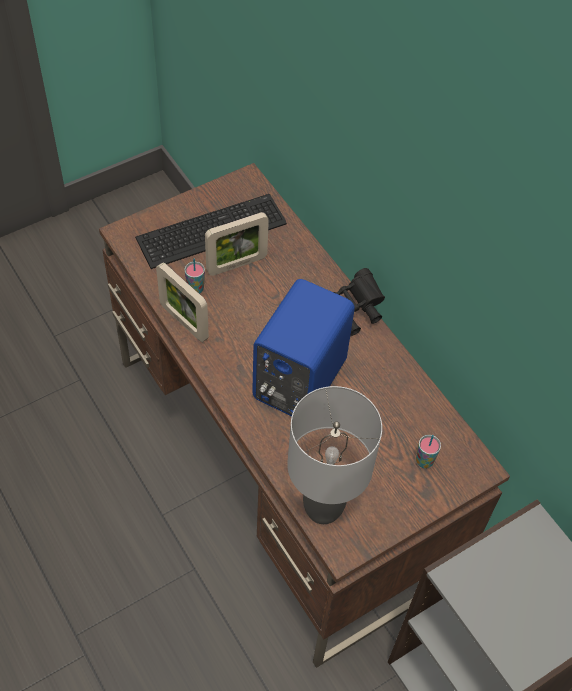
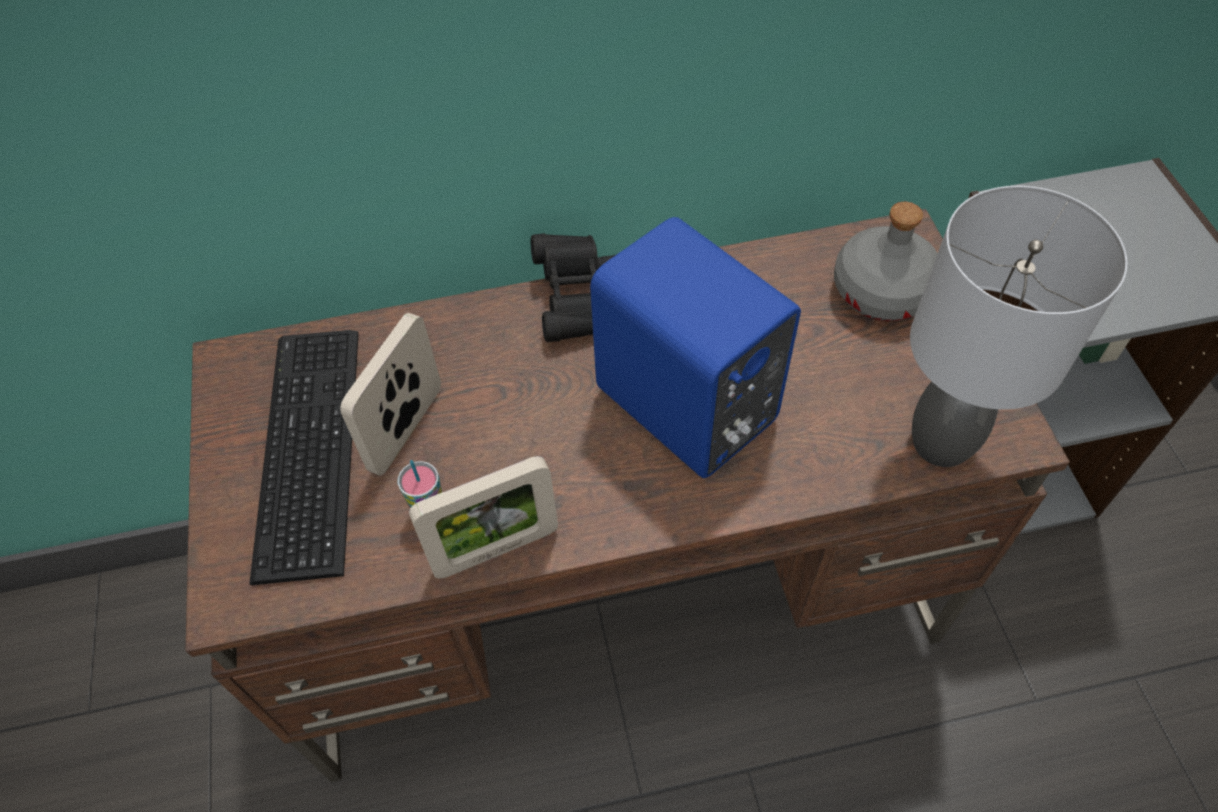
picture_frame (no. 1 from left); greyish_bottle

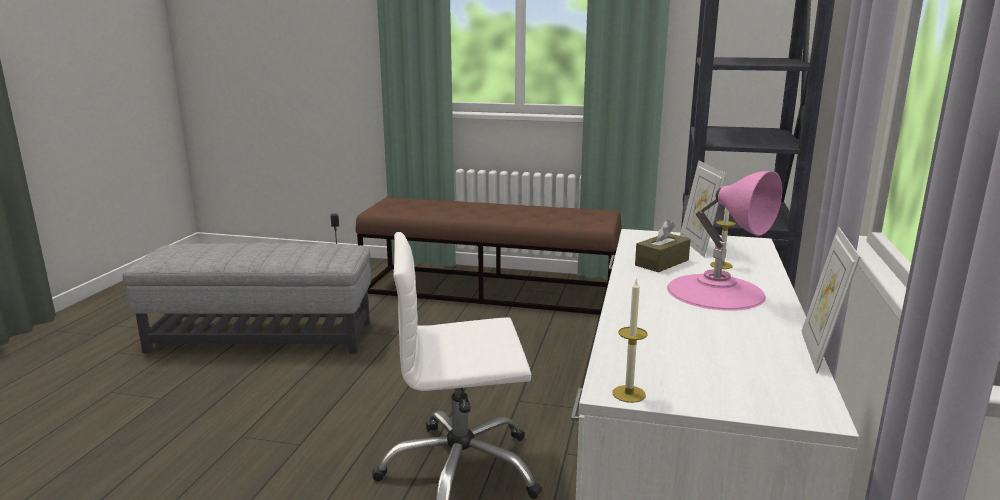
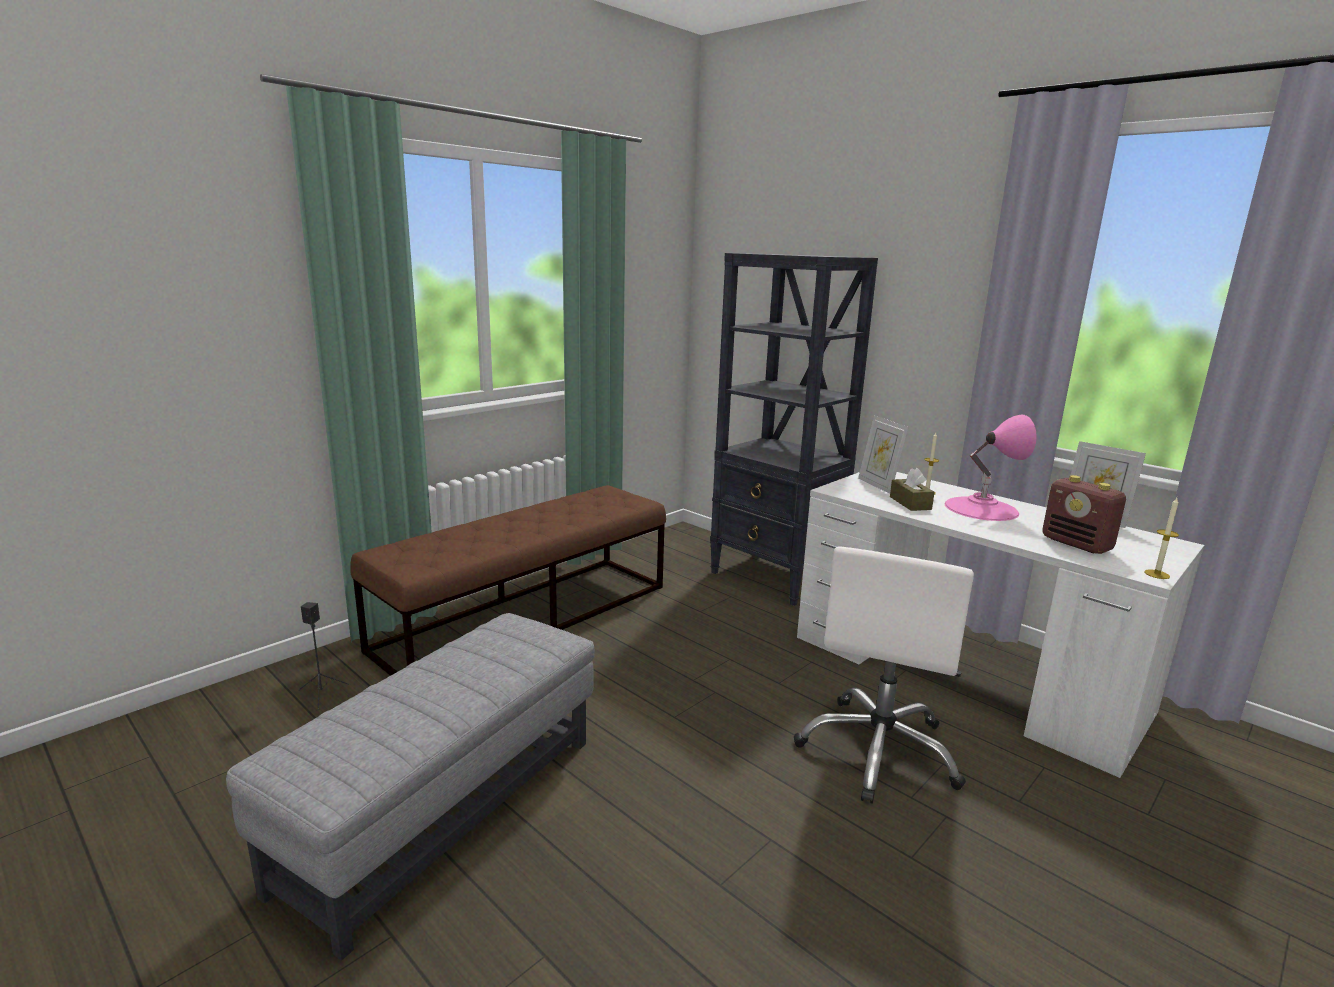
picture_frame (no. 1 from left); radio_set

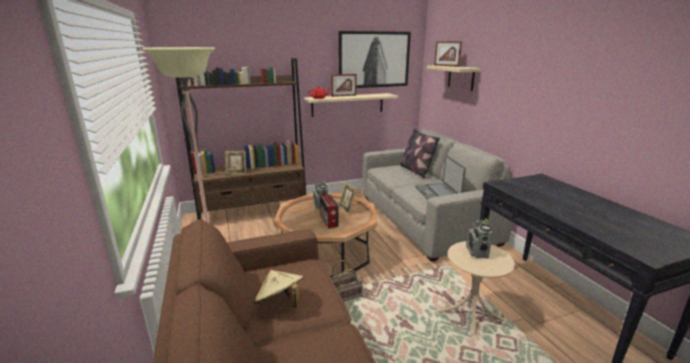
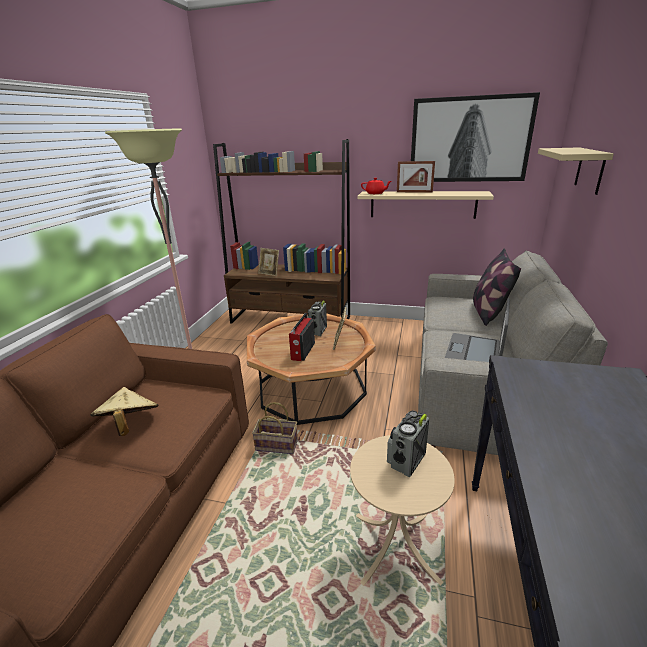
picture_frame (no. 4 from left in the first image)

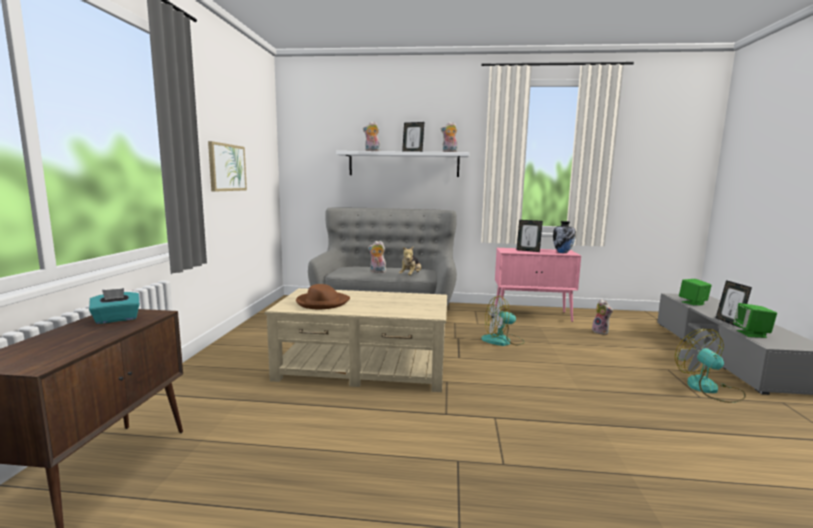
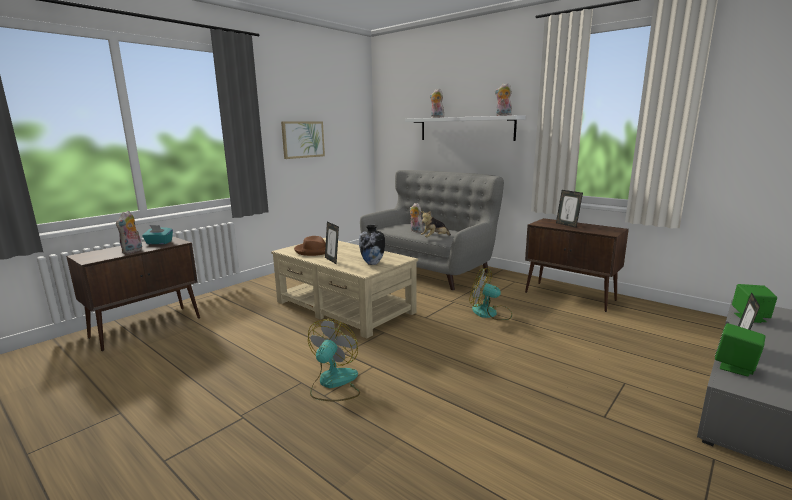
plush_toy (no. 1 from left); cooling_fan (no. 1 from left); picture_frame (no. 1 from left); decorative_vase; brown-coloured_cabinet (no. 2 from left)

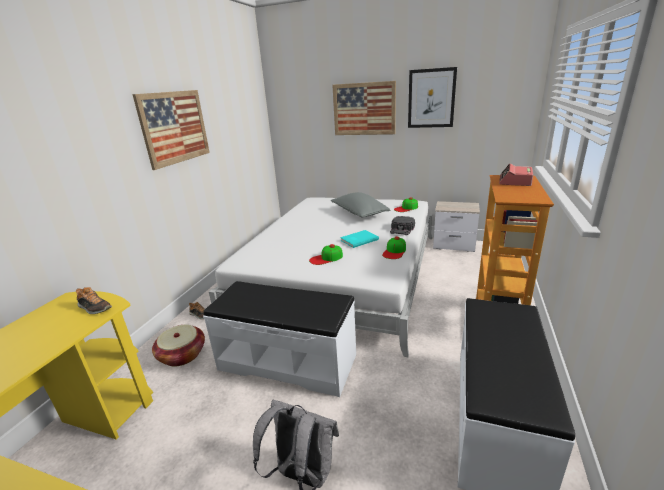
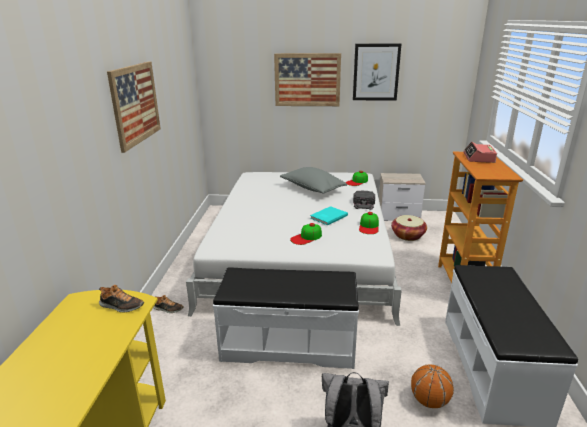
storage_basket; ball_for_basketball

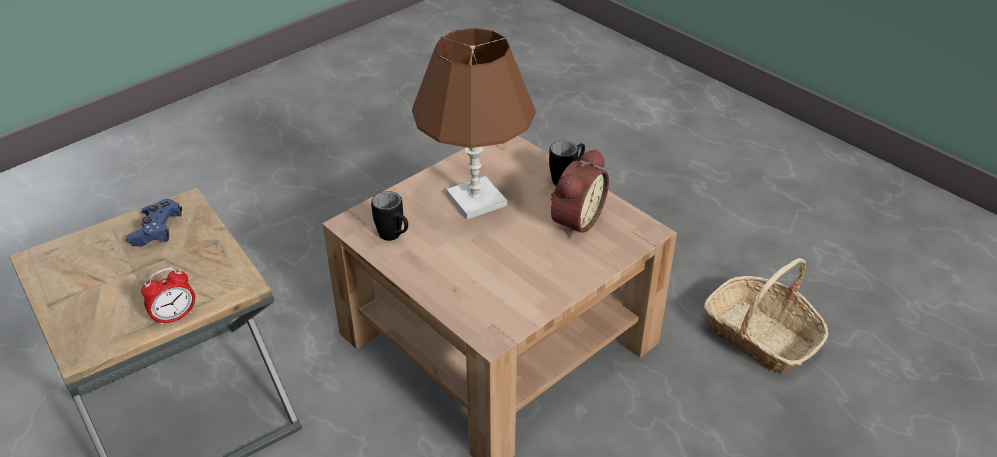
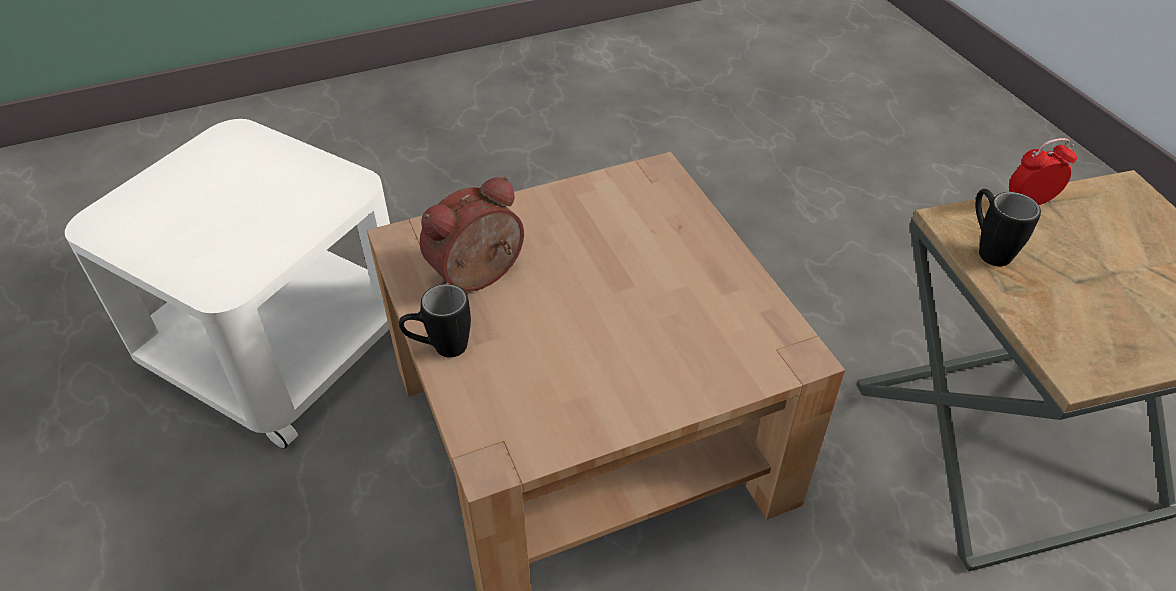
white_end_table; blackish_tea_mug (no. 2 from left); blue-coloured_gamepad; brown-coloured_table_lamp

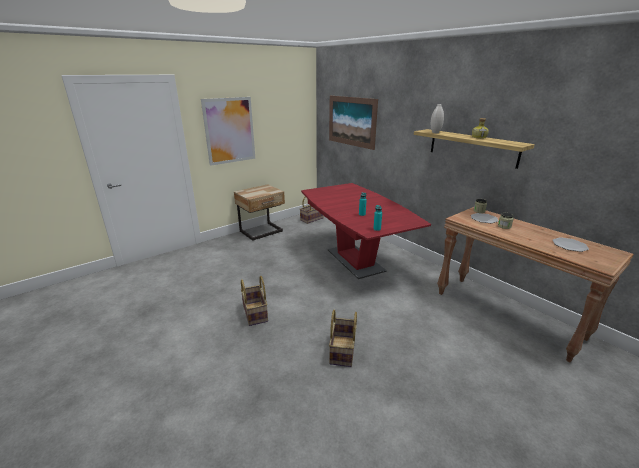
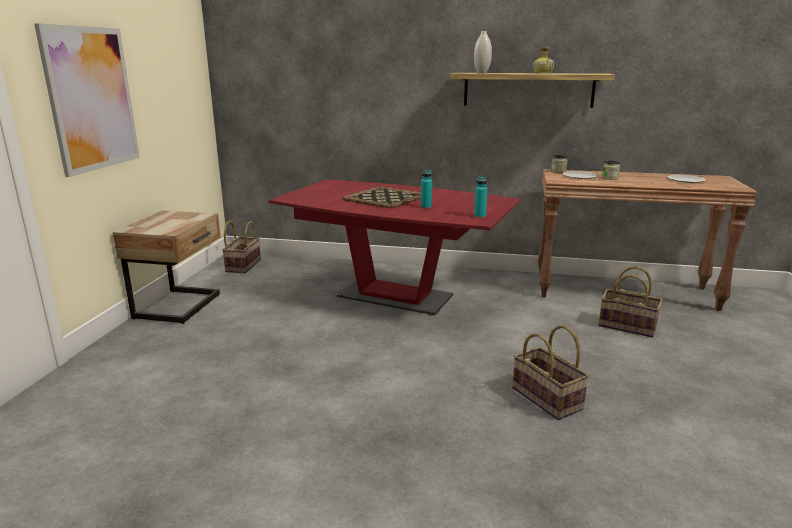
serving_tray; storage_basket (no. 3 from left); picture (no. 2 from left in the first image)

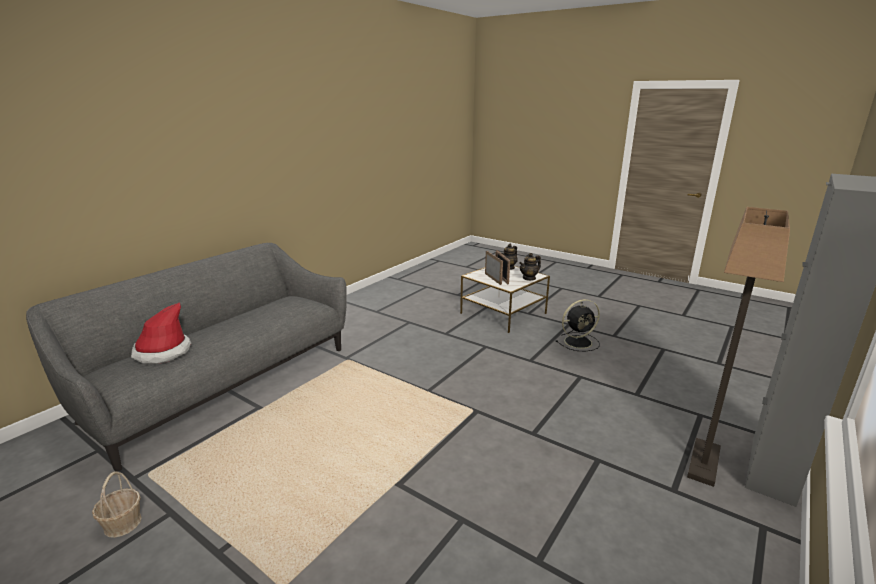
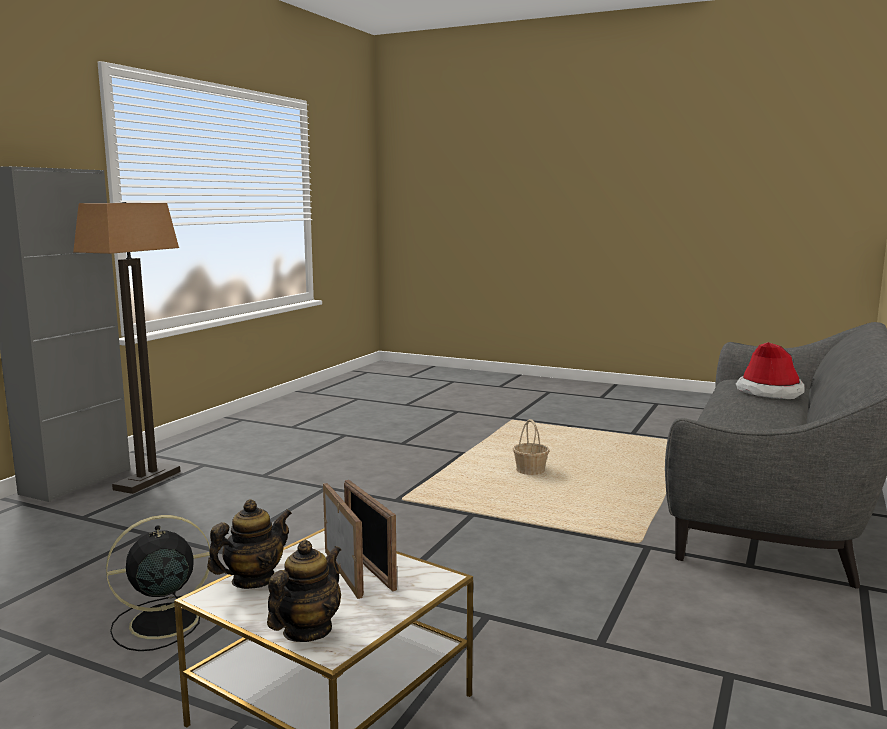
storage_basket

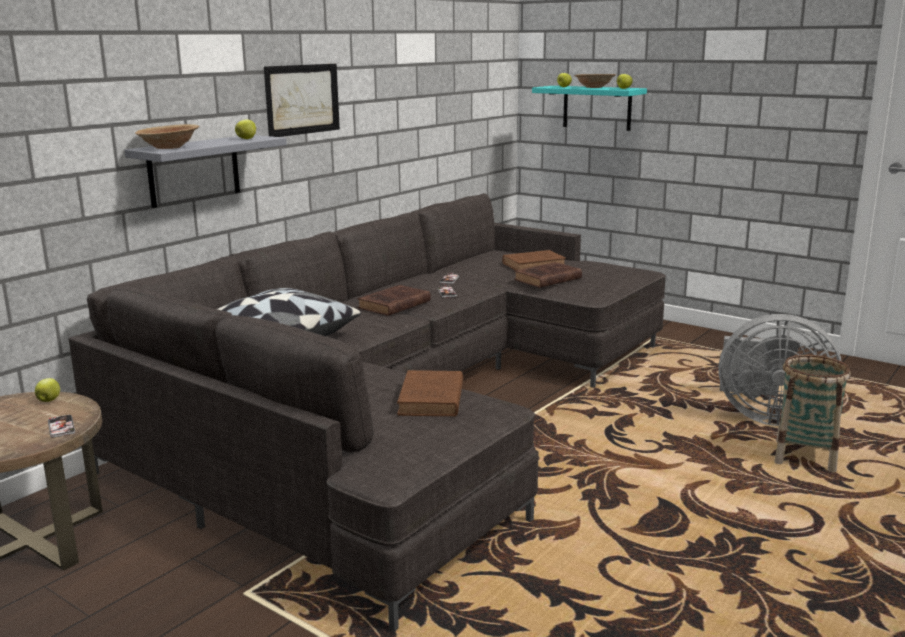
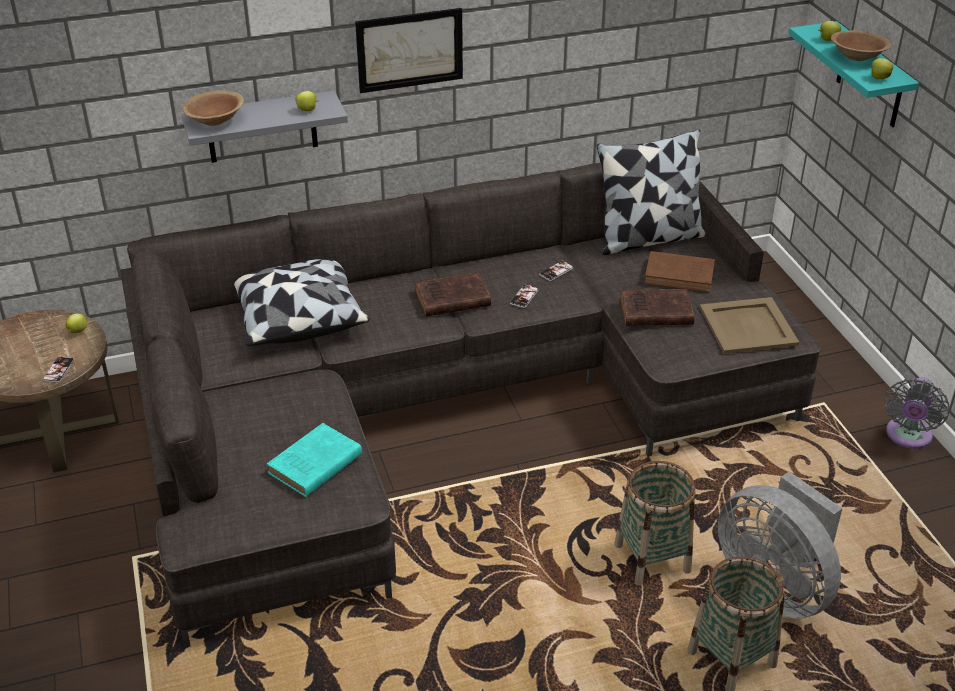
turquoise-coloured_bound_book; pillow (no. 2 from left); storage_basket (no. 1 from left); sand-coloured_serving_tray; greyish_cooling_fan (no. 2 from left)

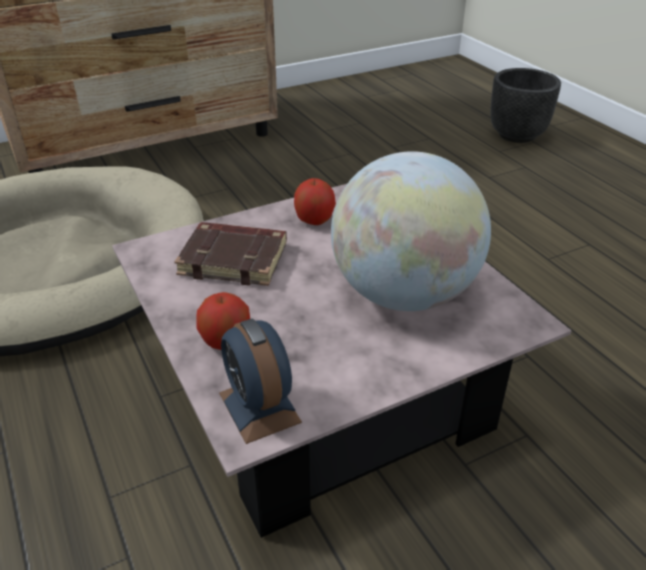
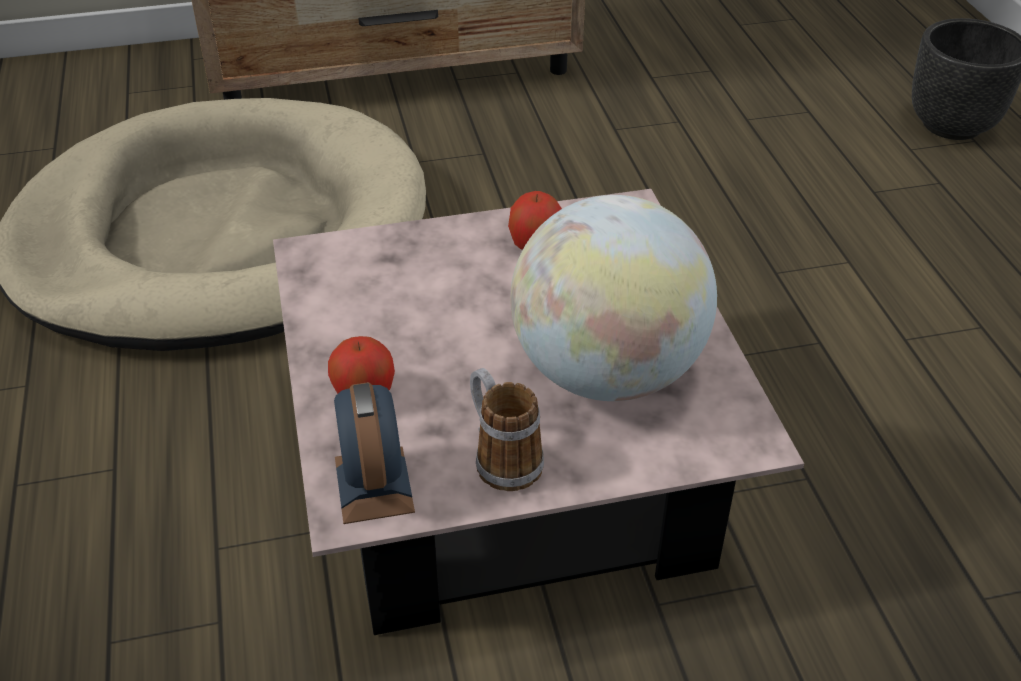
tea_mug; brown-coloured_bound_book

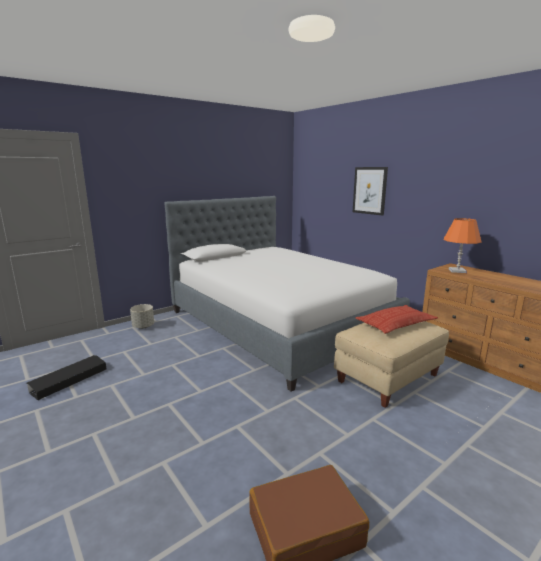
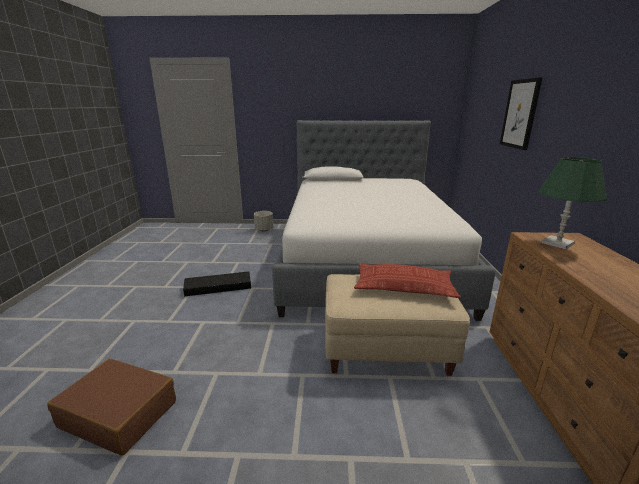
blackish_storage_box; green-coloured_table_lamp

